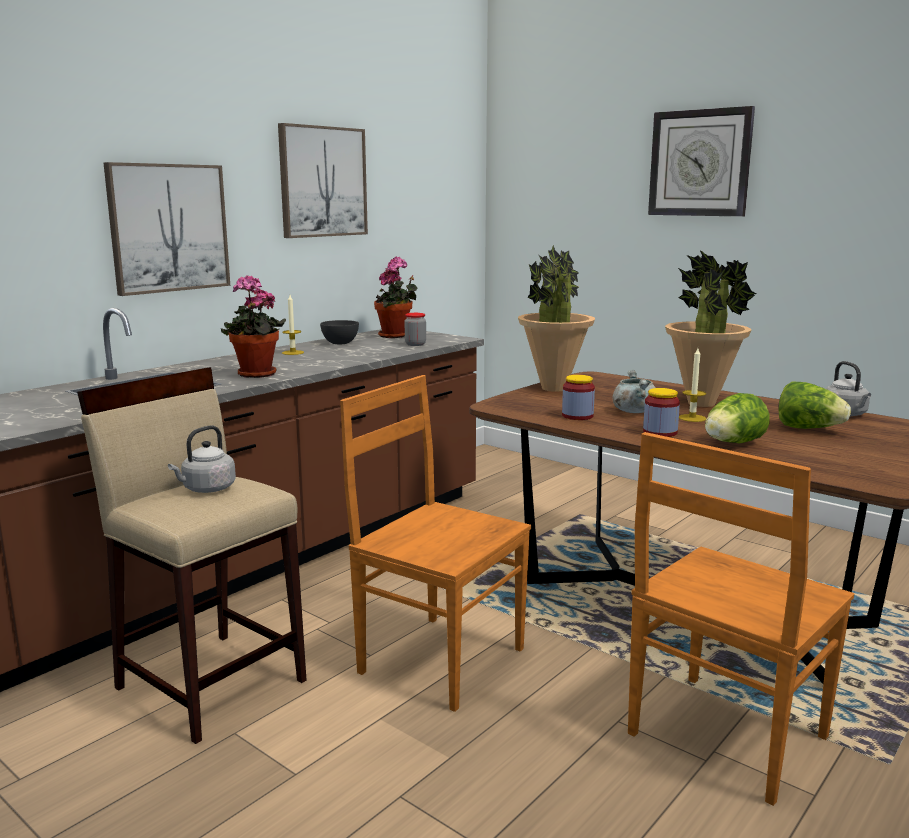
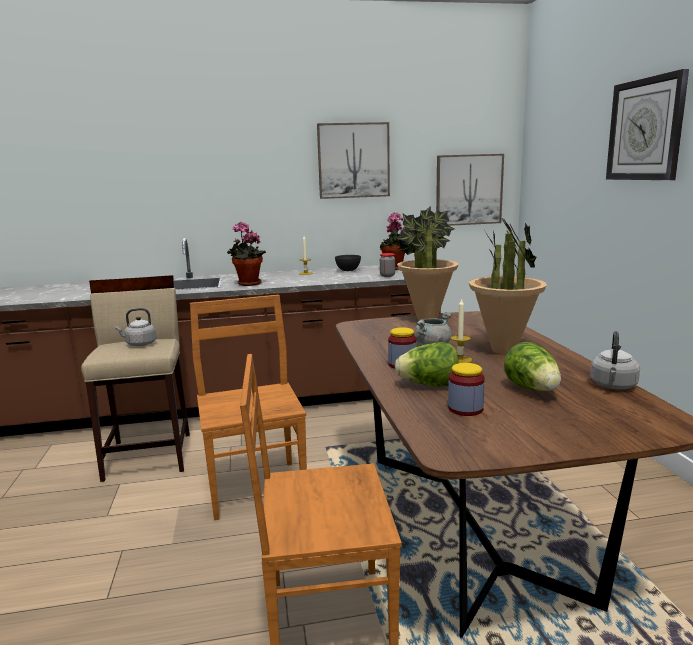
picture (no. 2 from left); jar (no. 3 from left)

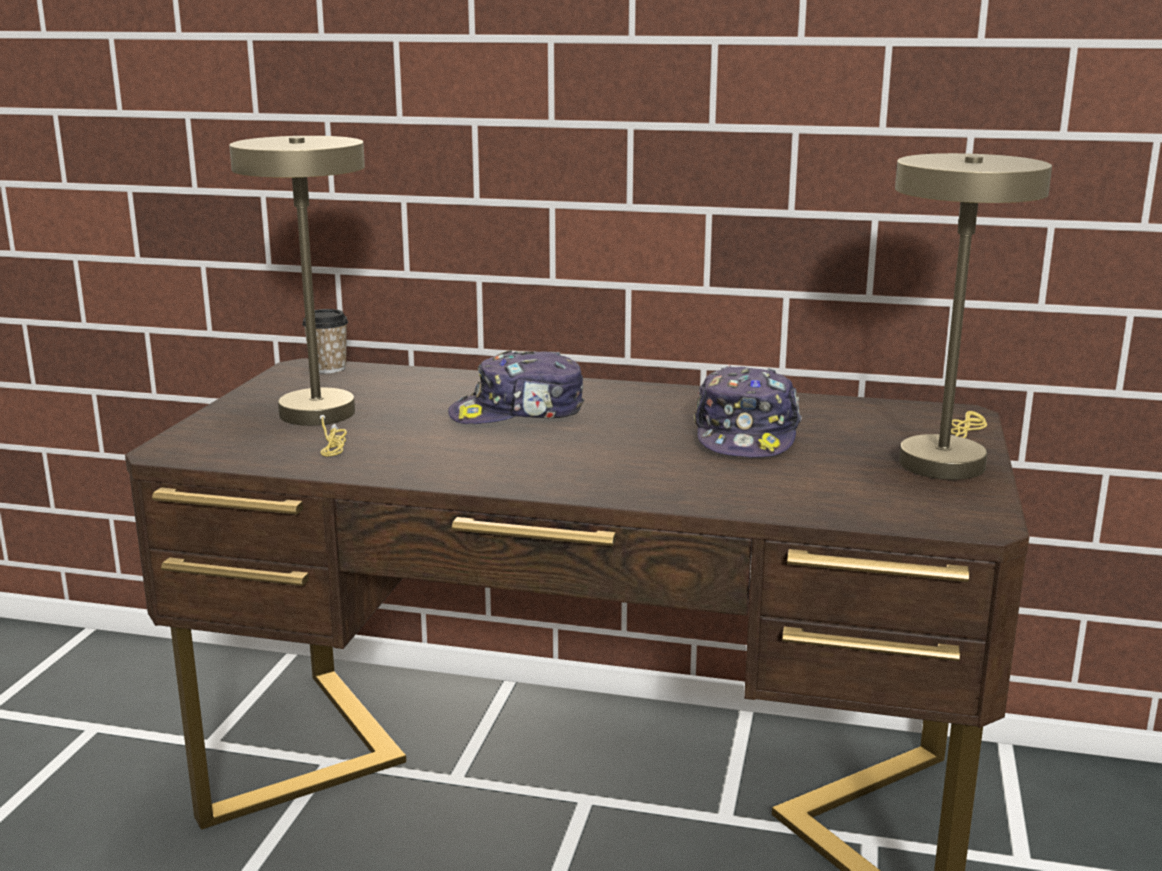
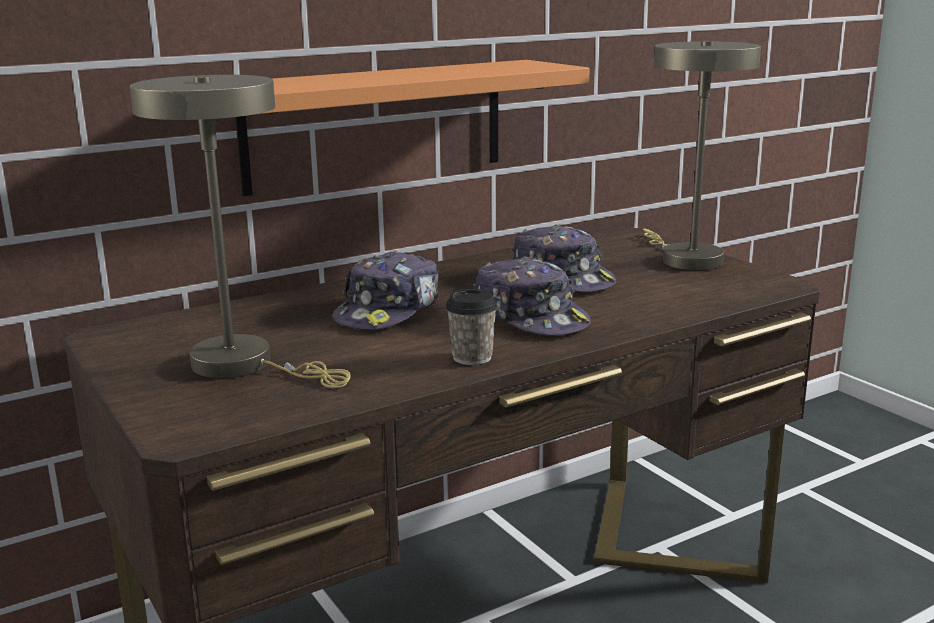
orange_shelf; small_cup; peaked_cap (no. 2 from left)

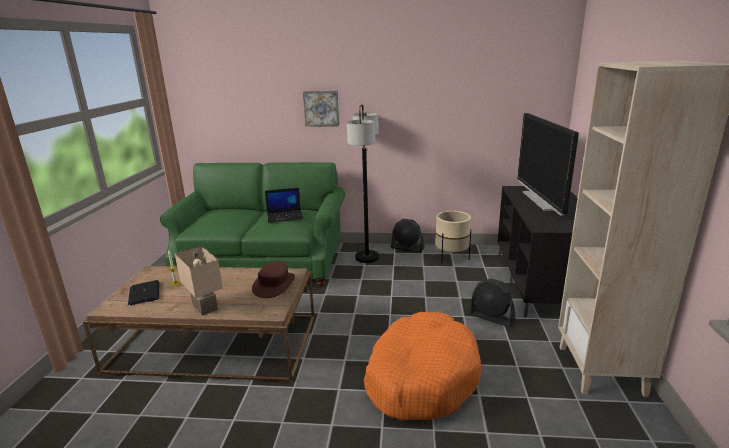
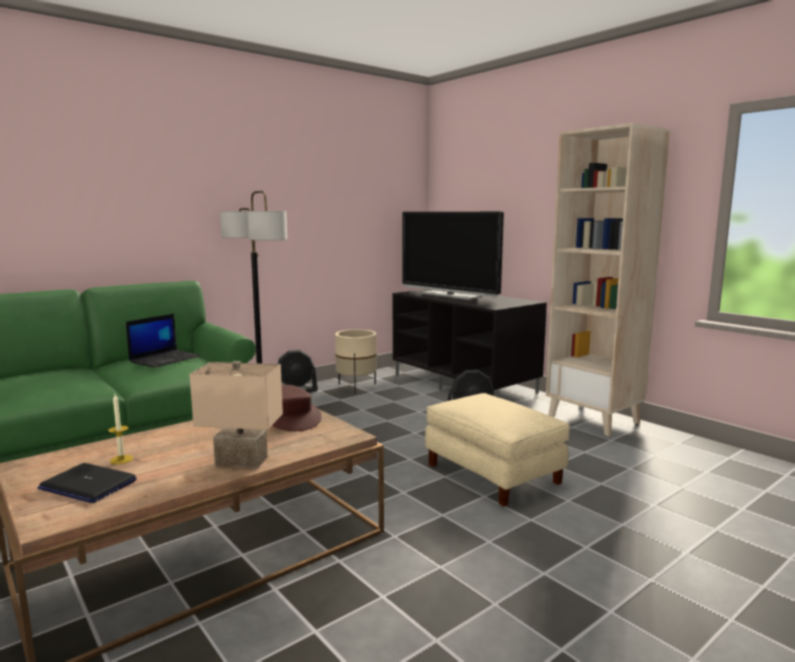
sand-coloured_ottoman; picture

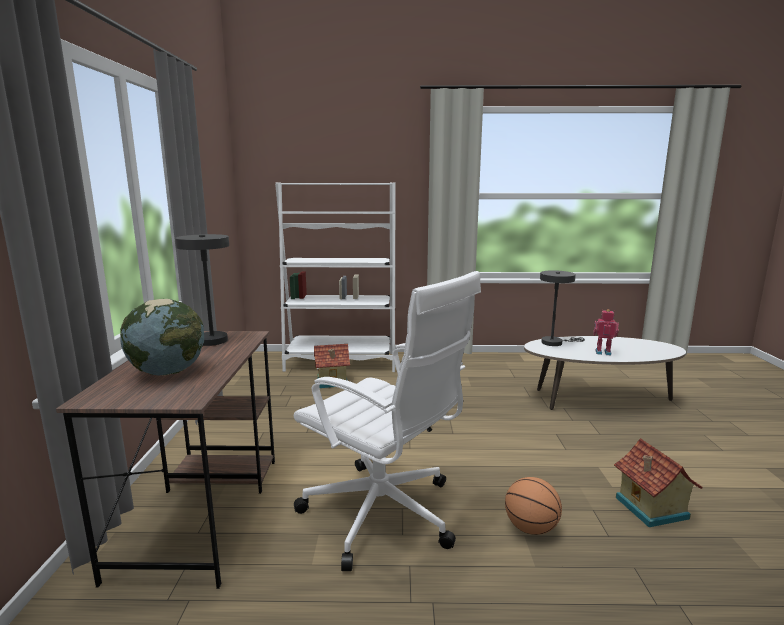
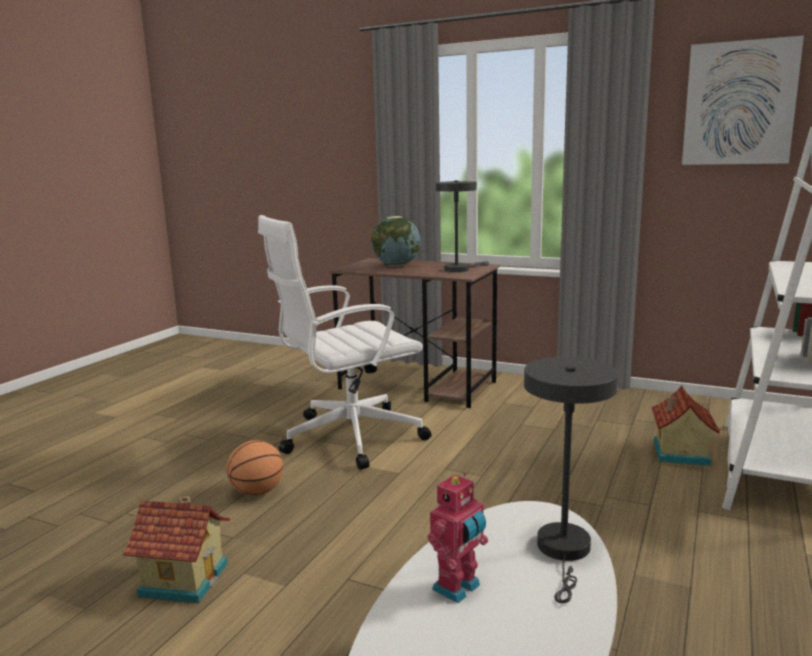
picture

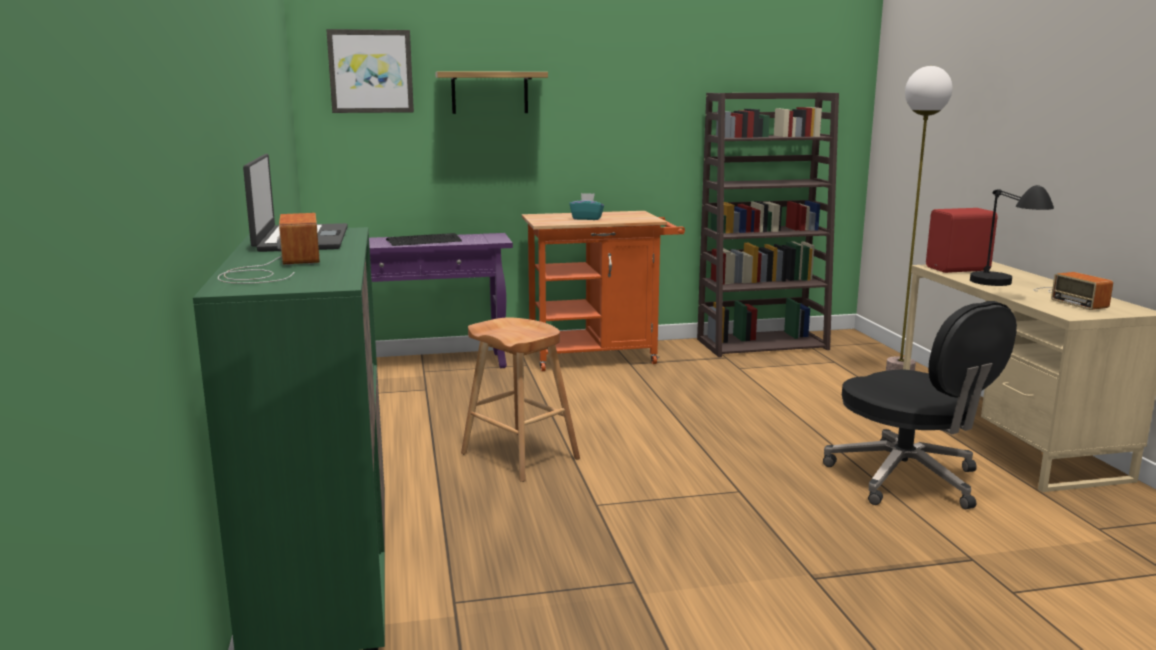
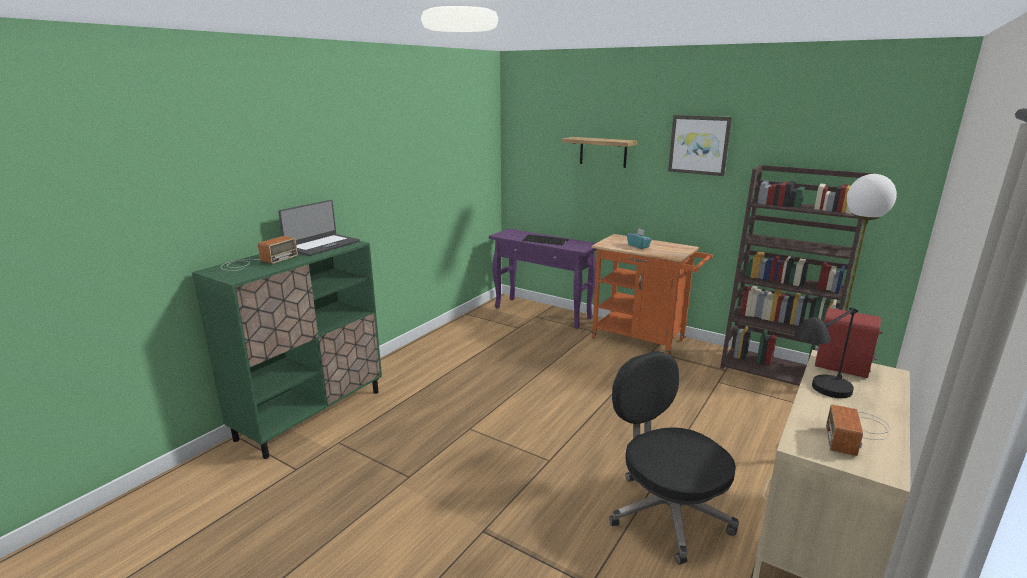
blackish_computer_chair; picture; brown-coloured_sitting_stool

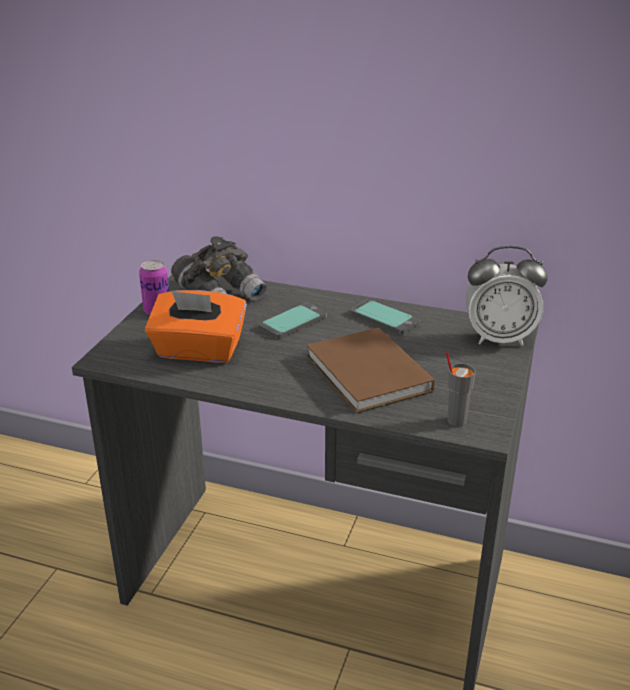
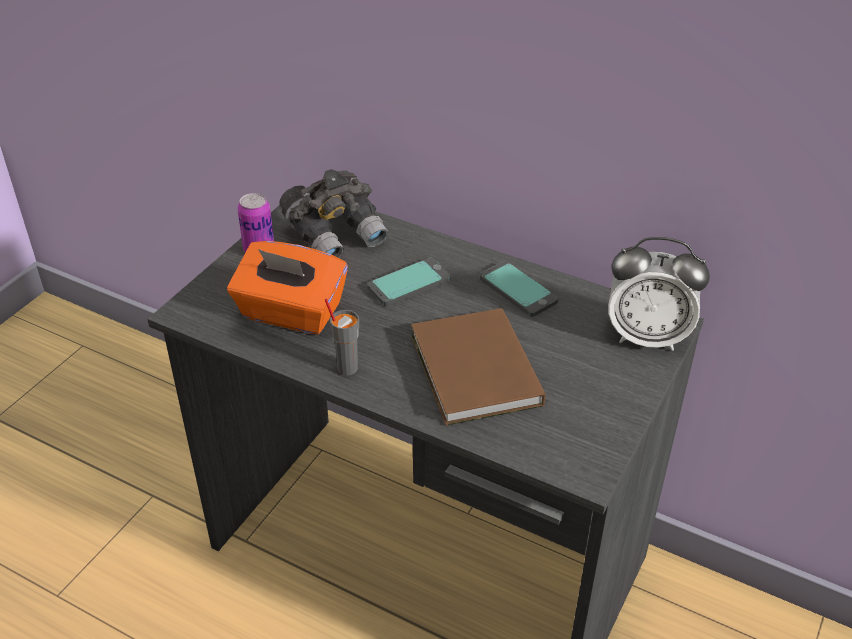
greyish_small_cup

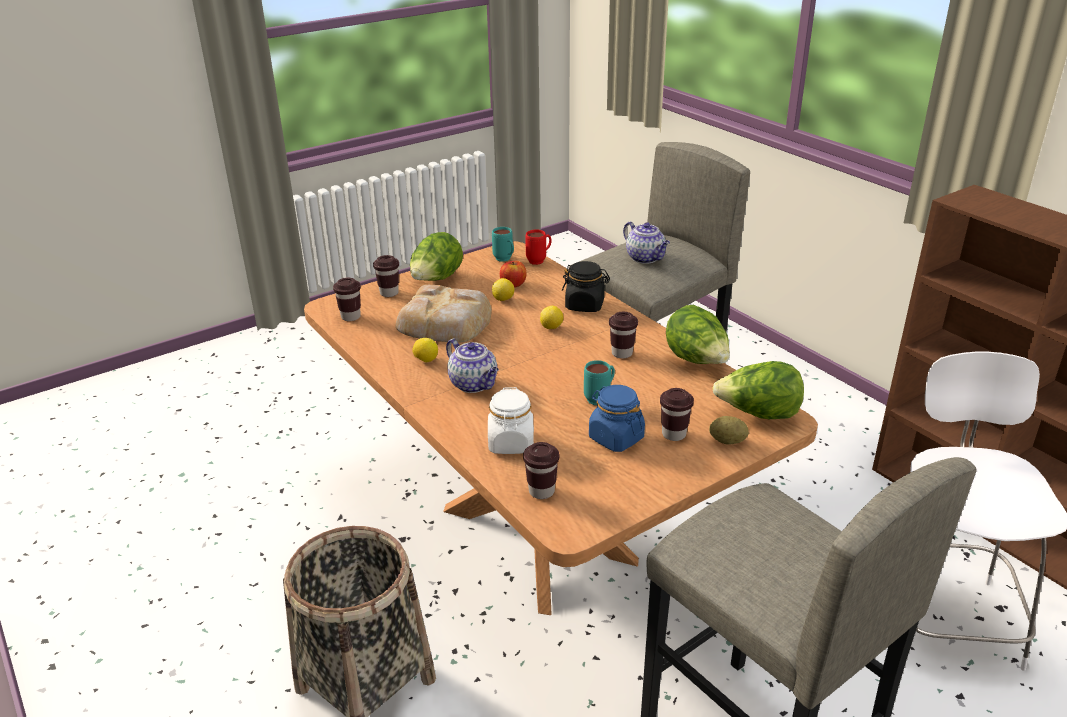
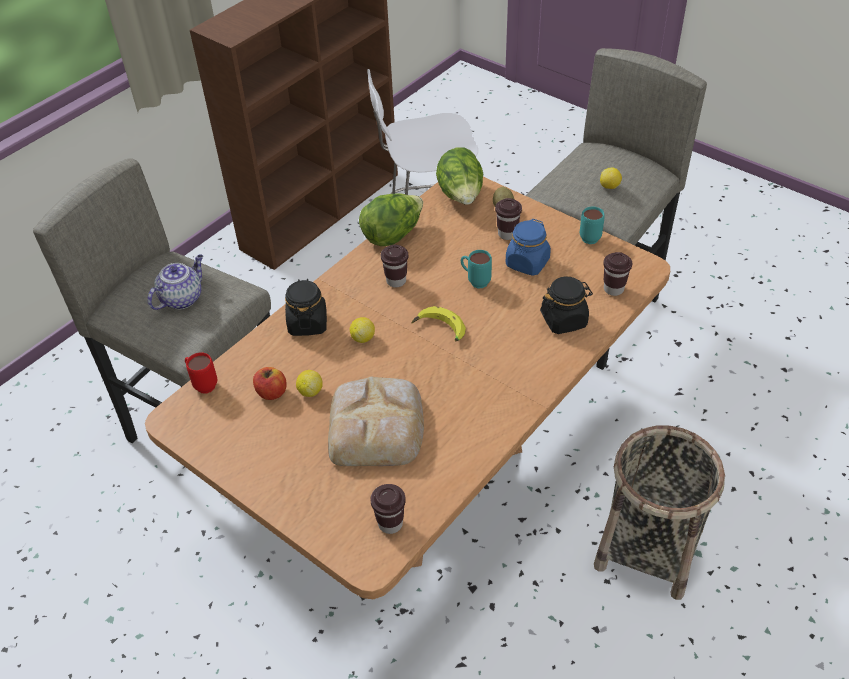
banana_fruit; blackish_jar (no. 2 from left); turquoise-coloured_tea_mug (no. 2 from left); citrus_fruit (no. 3 from left); brown-coloured_small_cup (no. 2 from left in the first image); lettuce (no. 1 from left in the first image); teapot (no. 1 from left in the first image)

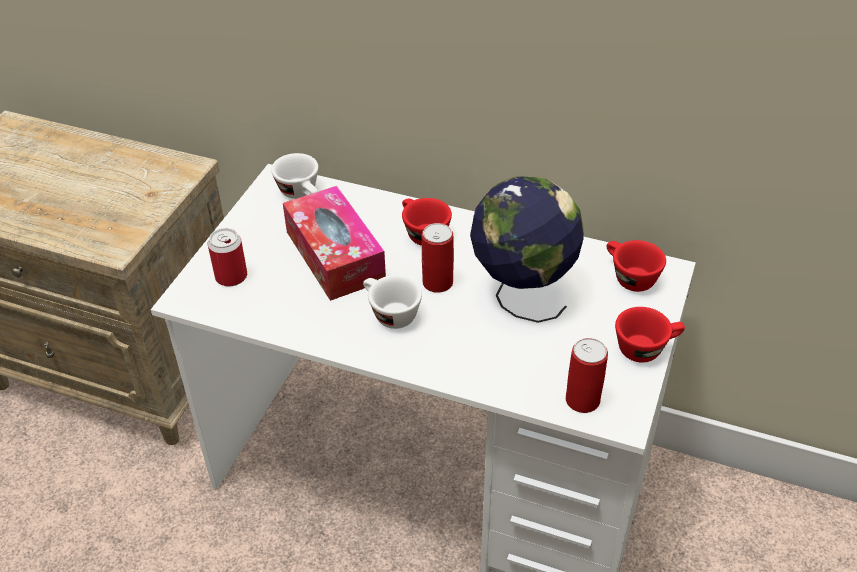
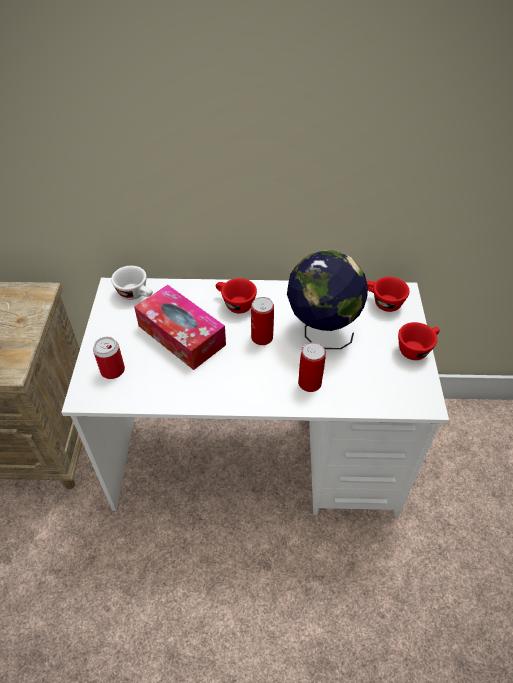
can (no. 3 from left); white_small_cup (no. 2 from left in the first image)

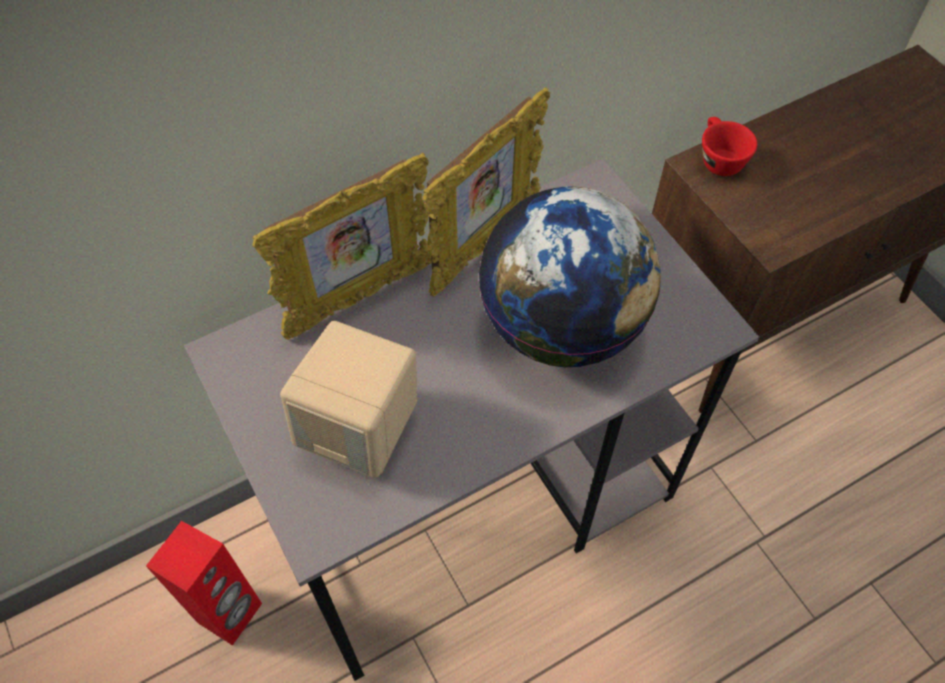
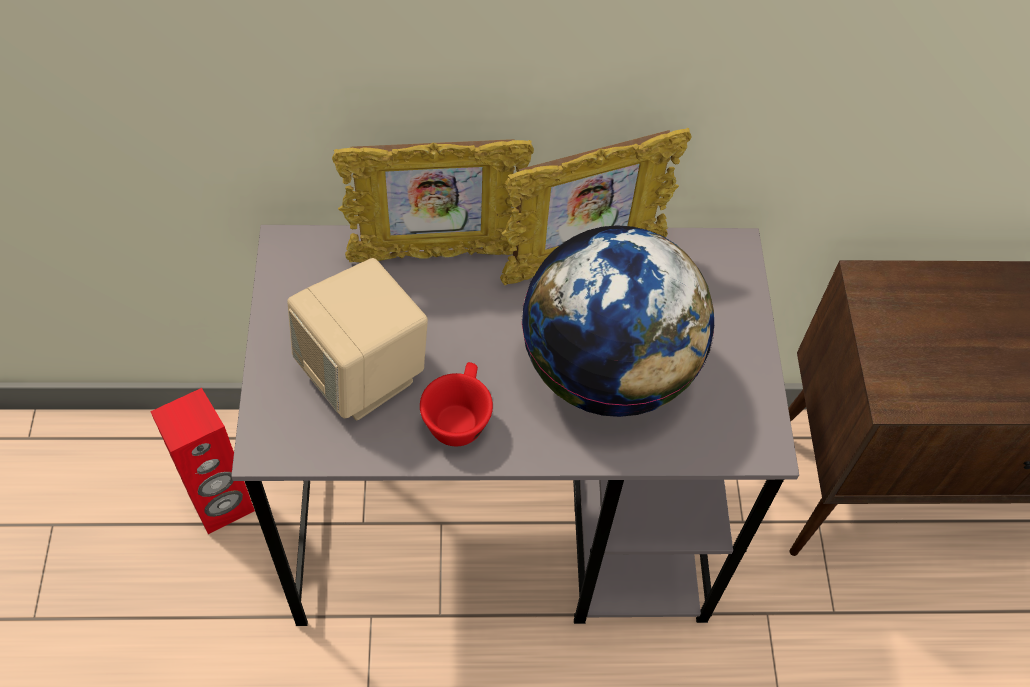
reddish_small_cup

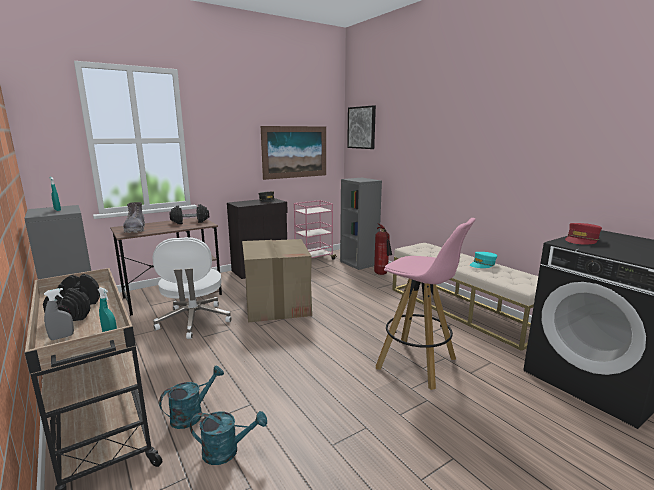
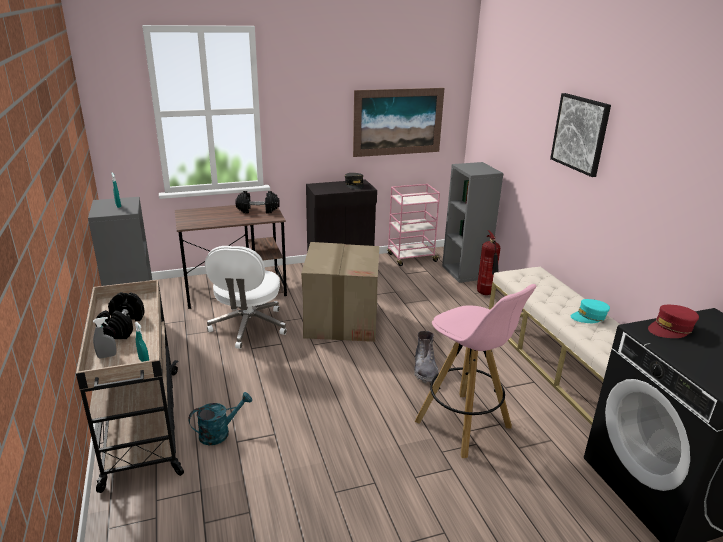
greyish_high-top_boot; picture (no. 2 from left); turquoise-coloured_sprinkling_can (no. 2 from left in the first image)

